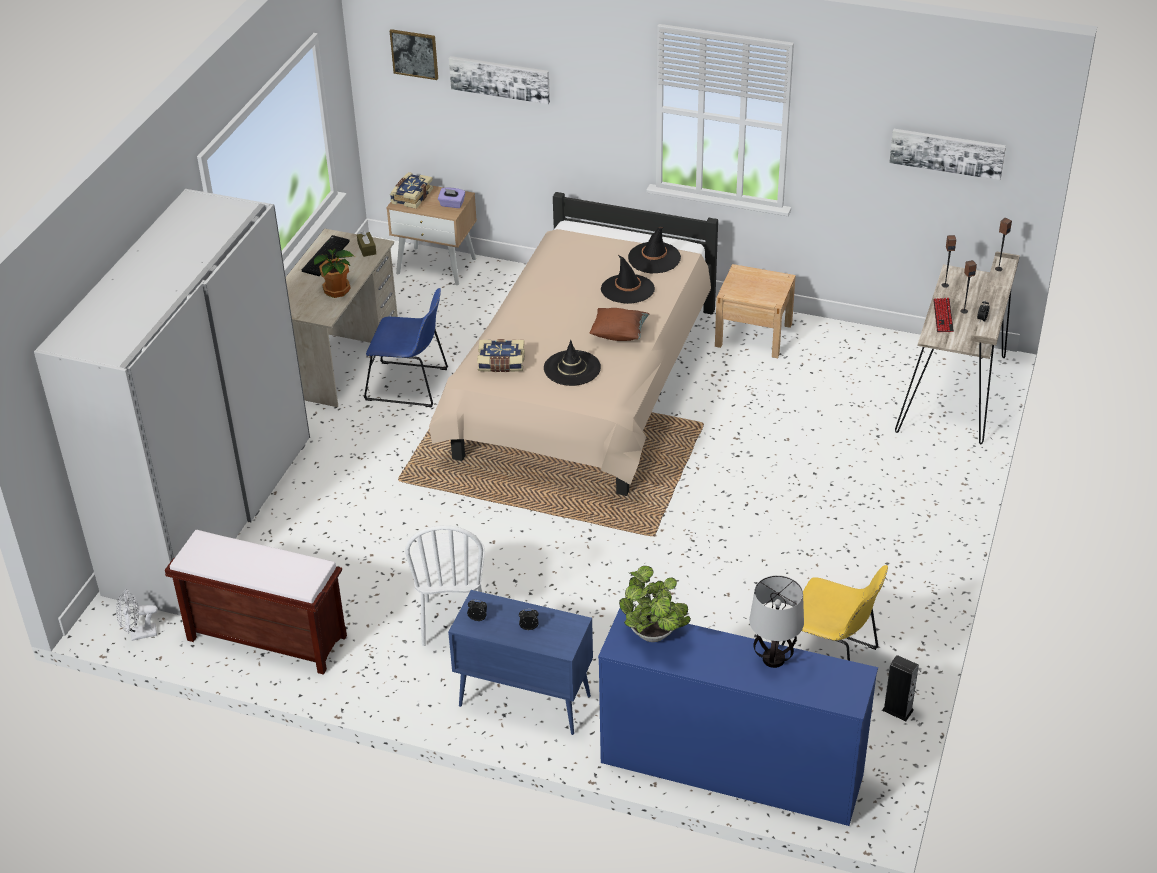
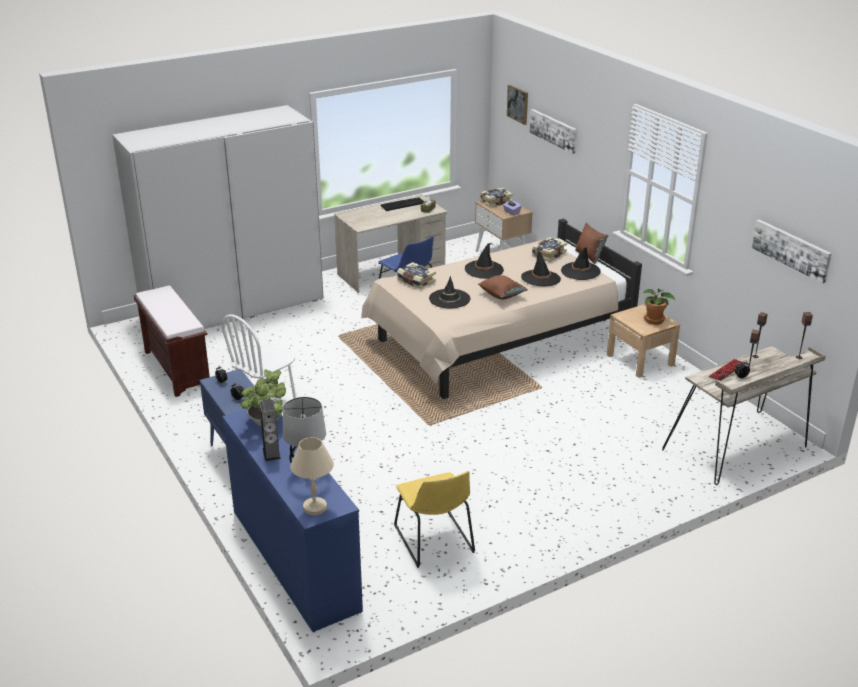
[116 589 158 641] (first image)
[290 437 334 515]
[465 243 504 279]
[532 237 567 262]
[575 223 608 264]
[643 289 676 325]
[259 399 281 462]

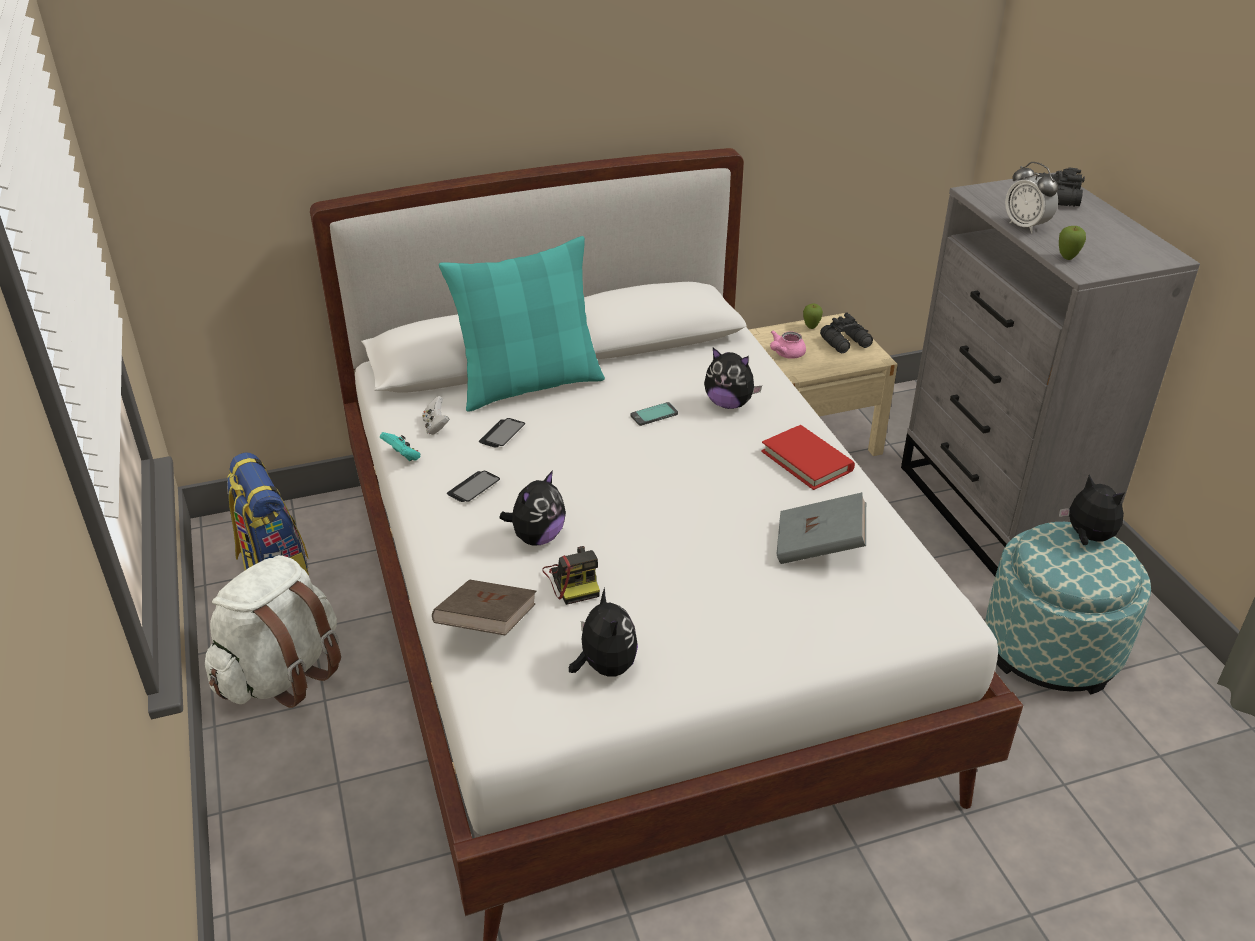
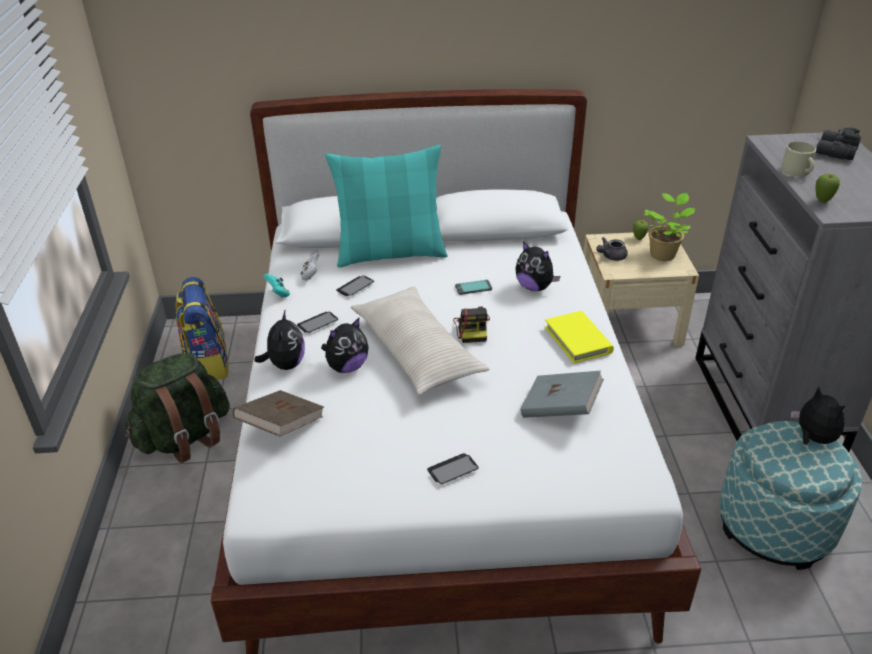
[351 287 489 395]
[427 453 479 484]
[453 307 490 343]
[255 311 305 370]
[643 193 696 261]
[781 142 816 177]
[126 353 230 463]
[545 311 614 363]
[596 237 628 261]

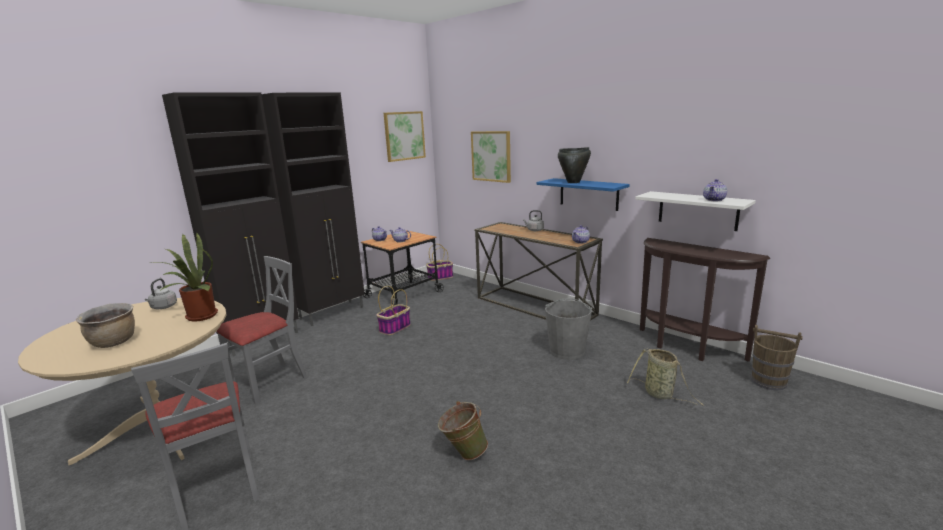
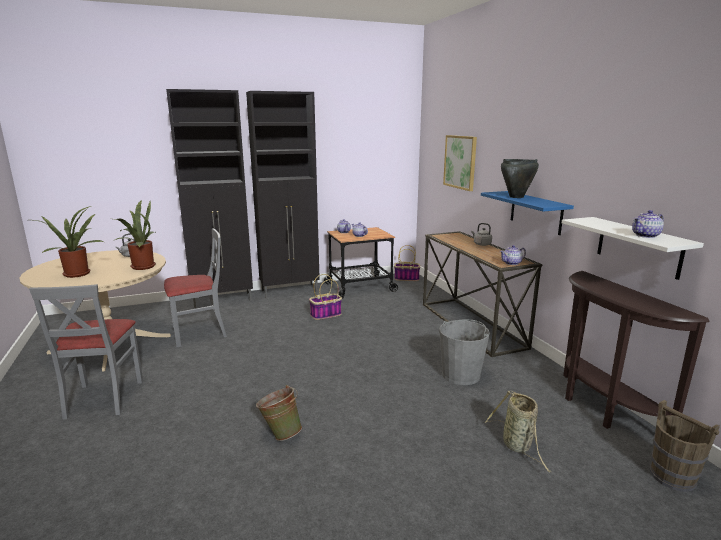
[384 111 426 162] (first image)
[34 206 104 278]

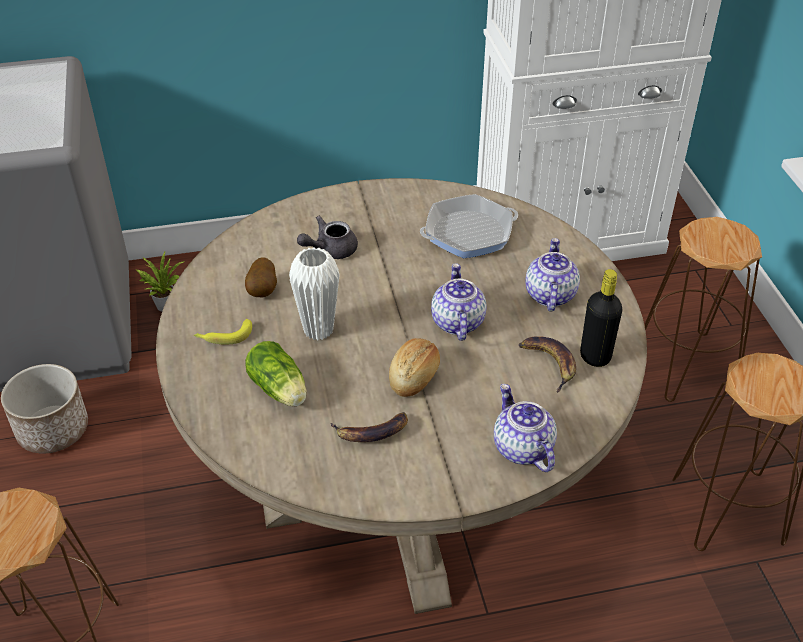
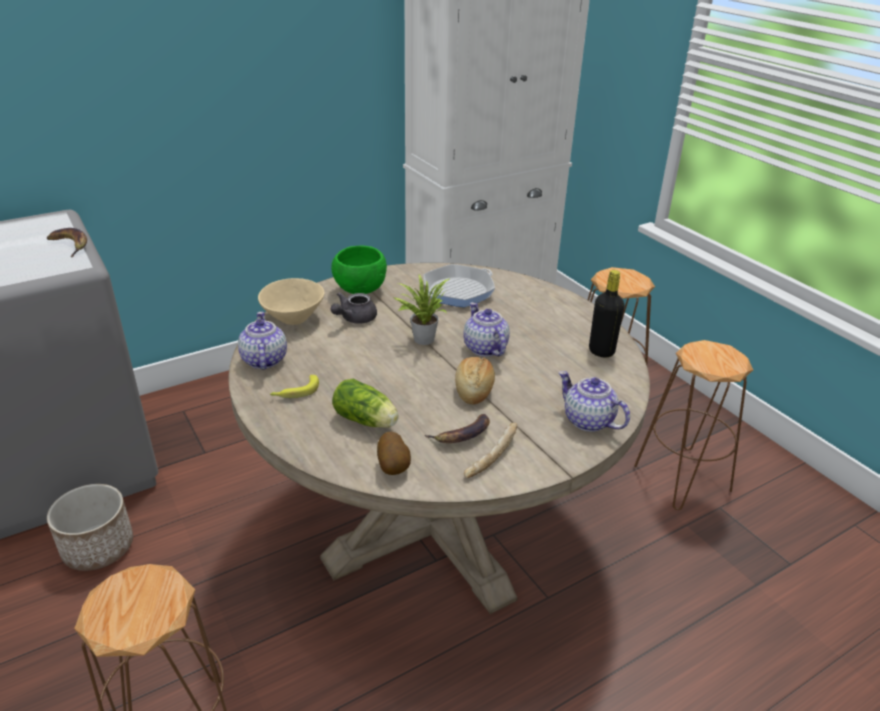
[289 247 340 340] (first image)
[258 278 324 325]
[331 245 387 294]
[464 423 517 478]
[392 275 449 345]
[377 431 411 475]
[47 228 87 257]
[238 312 287 370]

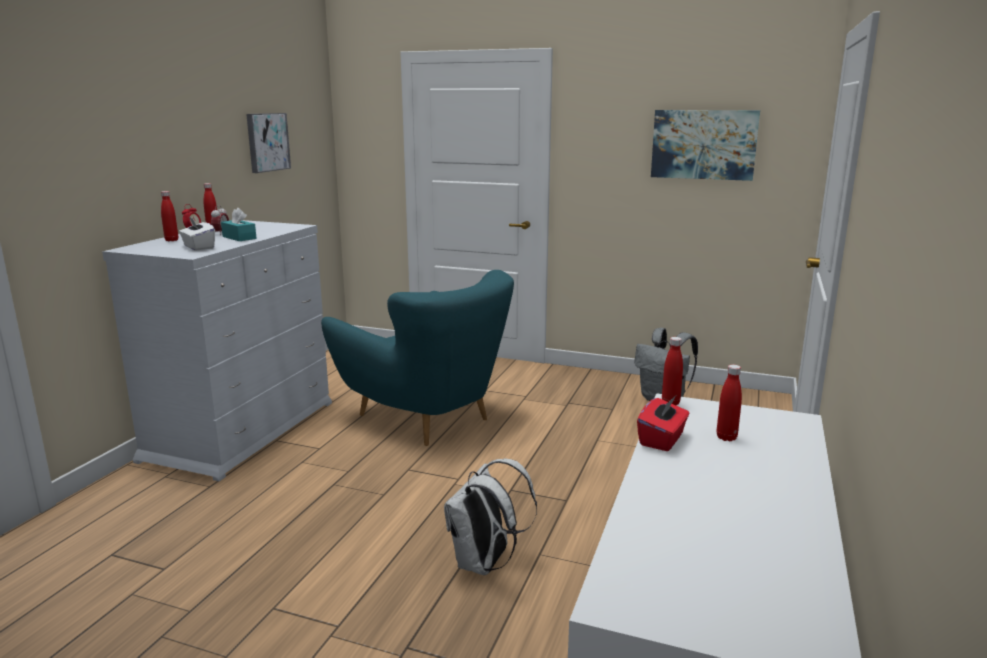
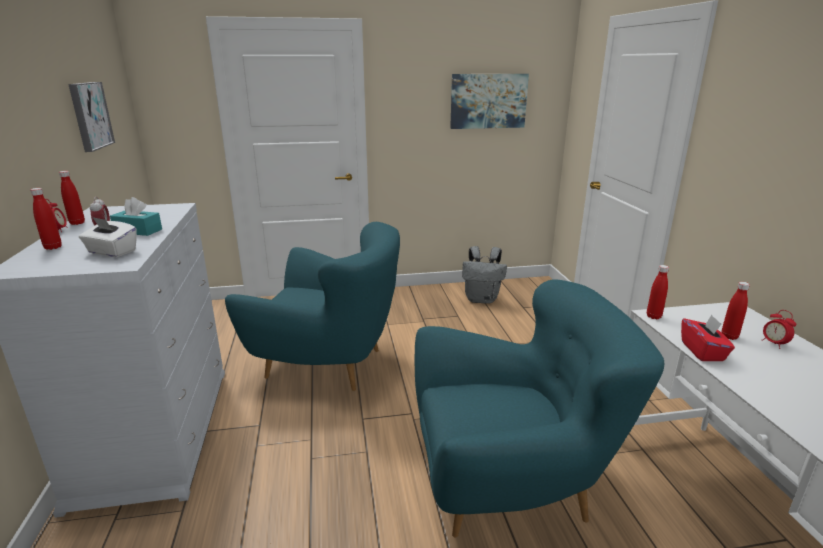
[762 310 796 349]
[415 279 664 538]

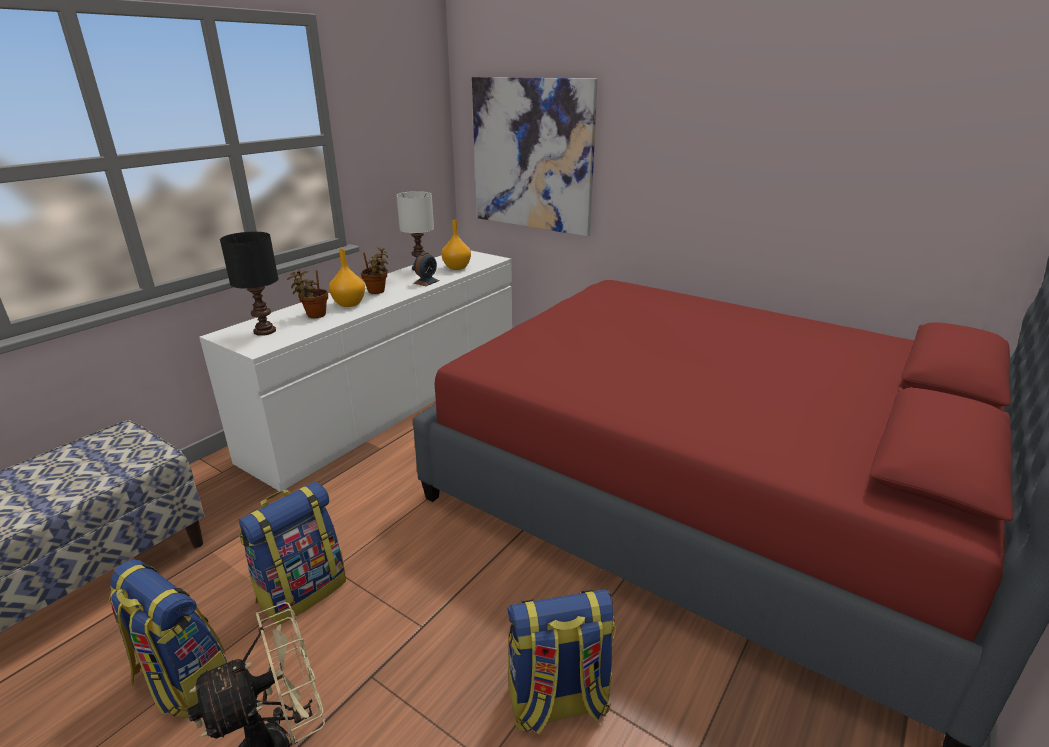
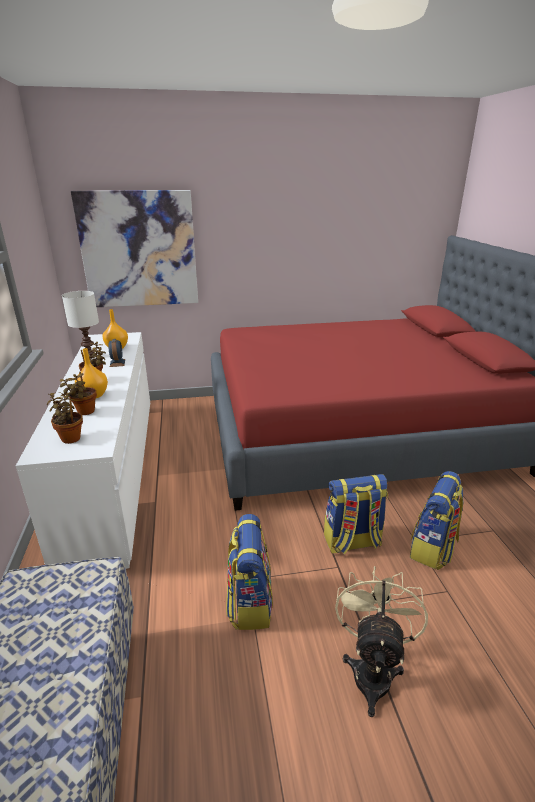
[324 474 388 554]
[47 392 83 444]

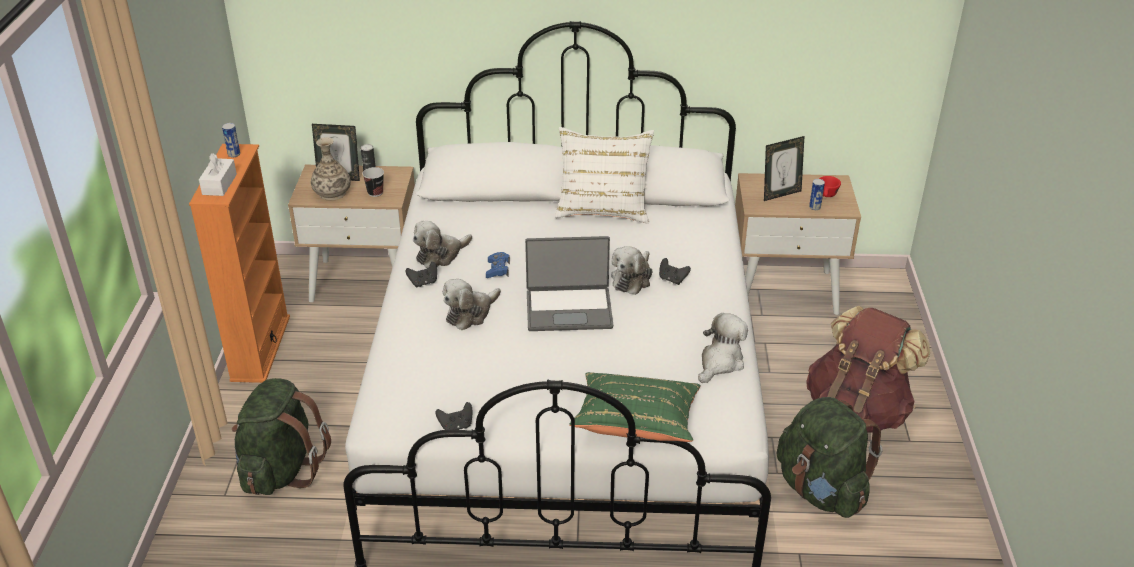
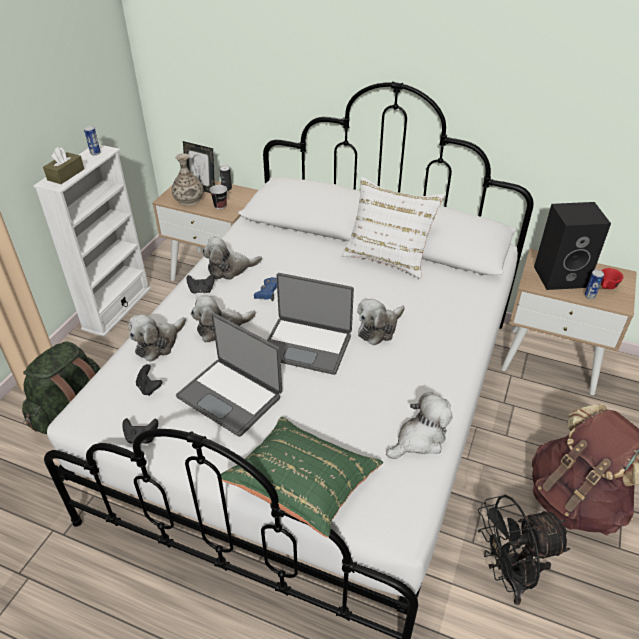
[128 315 186 362]
[176 313 282 437]
[136 364 162 396]
[534 202 611 290]
[478 495 571 605]
[34 144 151 337]
[43 147 84 184]

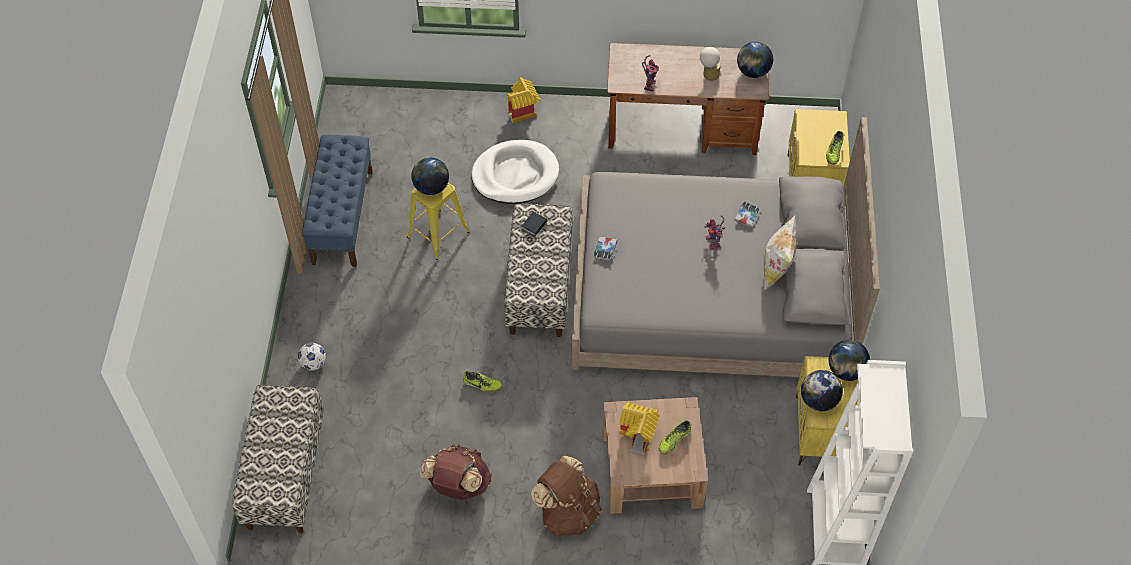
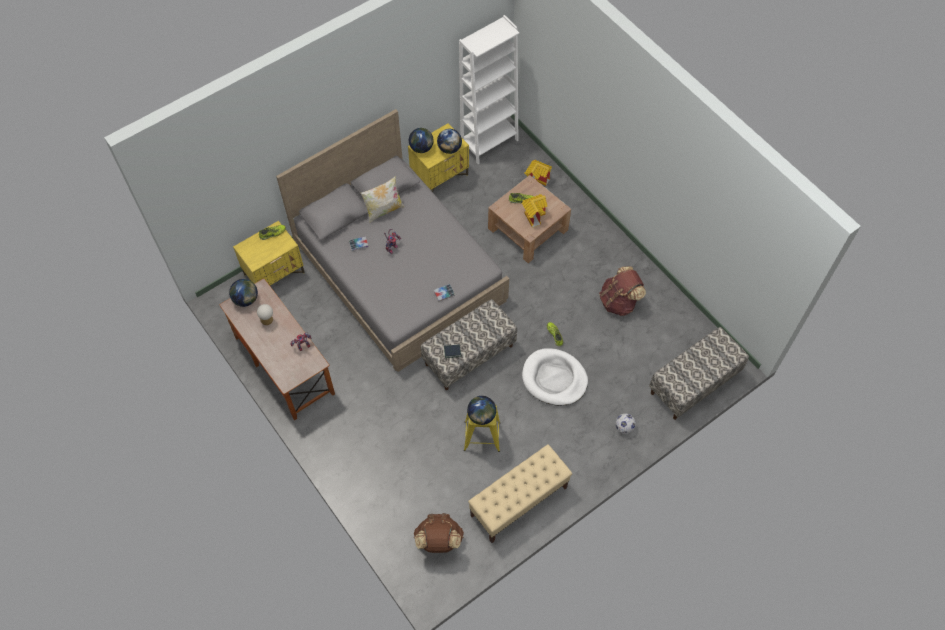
[522 348 588 406]
[524 160 552 186]
[414 513 464 553]
[468 444 573 543]

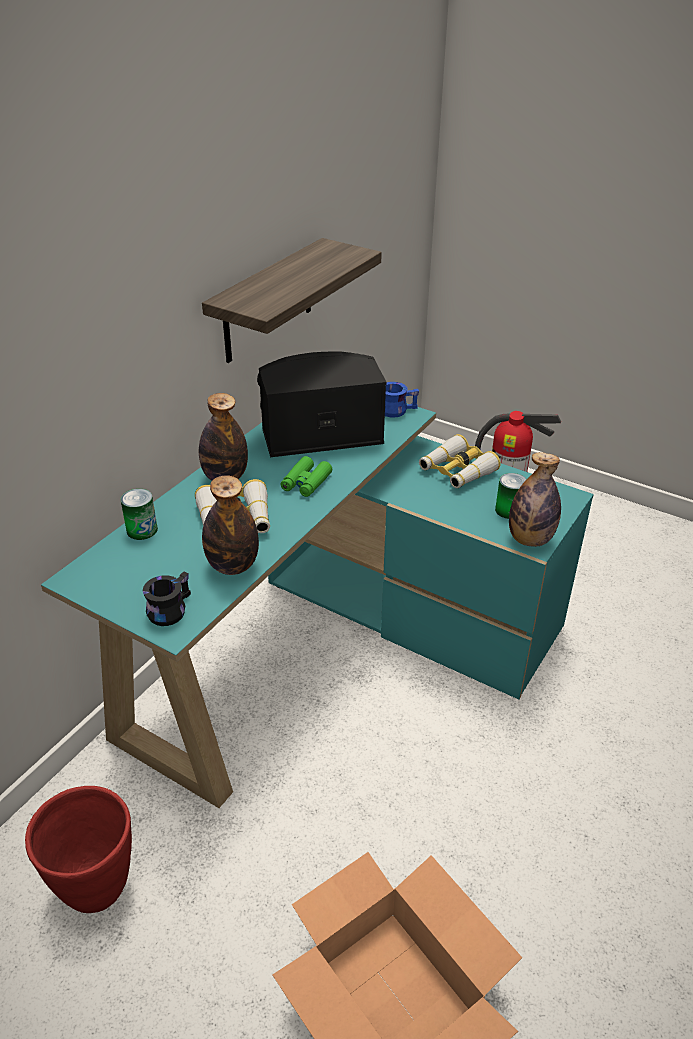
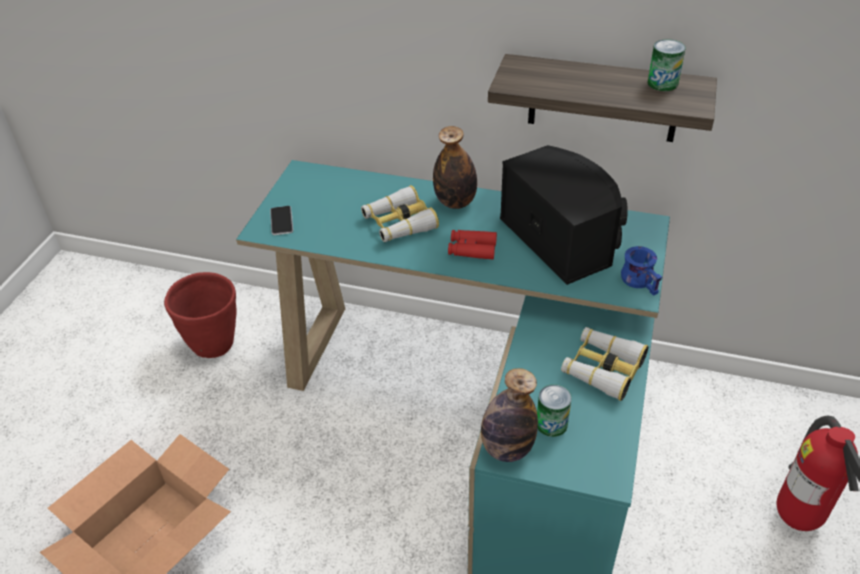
[202 475 259 575] (first image)
[648 39 685 91]
[270 206 293 235]
[448 230 497 260]

